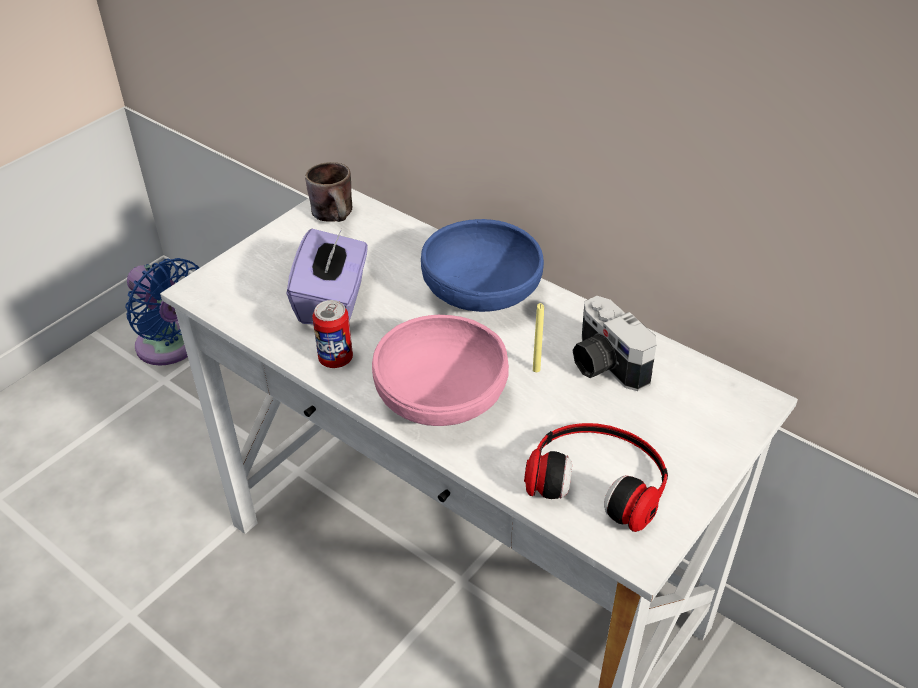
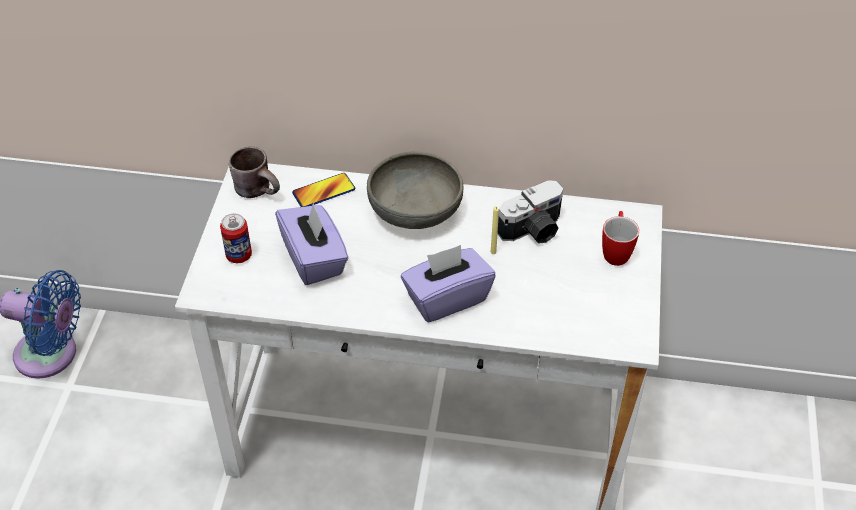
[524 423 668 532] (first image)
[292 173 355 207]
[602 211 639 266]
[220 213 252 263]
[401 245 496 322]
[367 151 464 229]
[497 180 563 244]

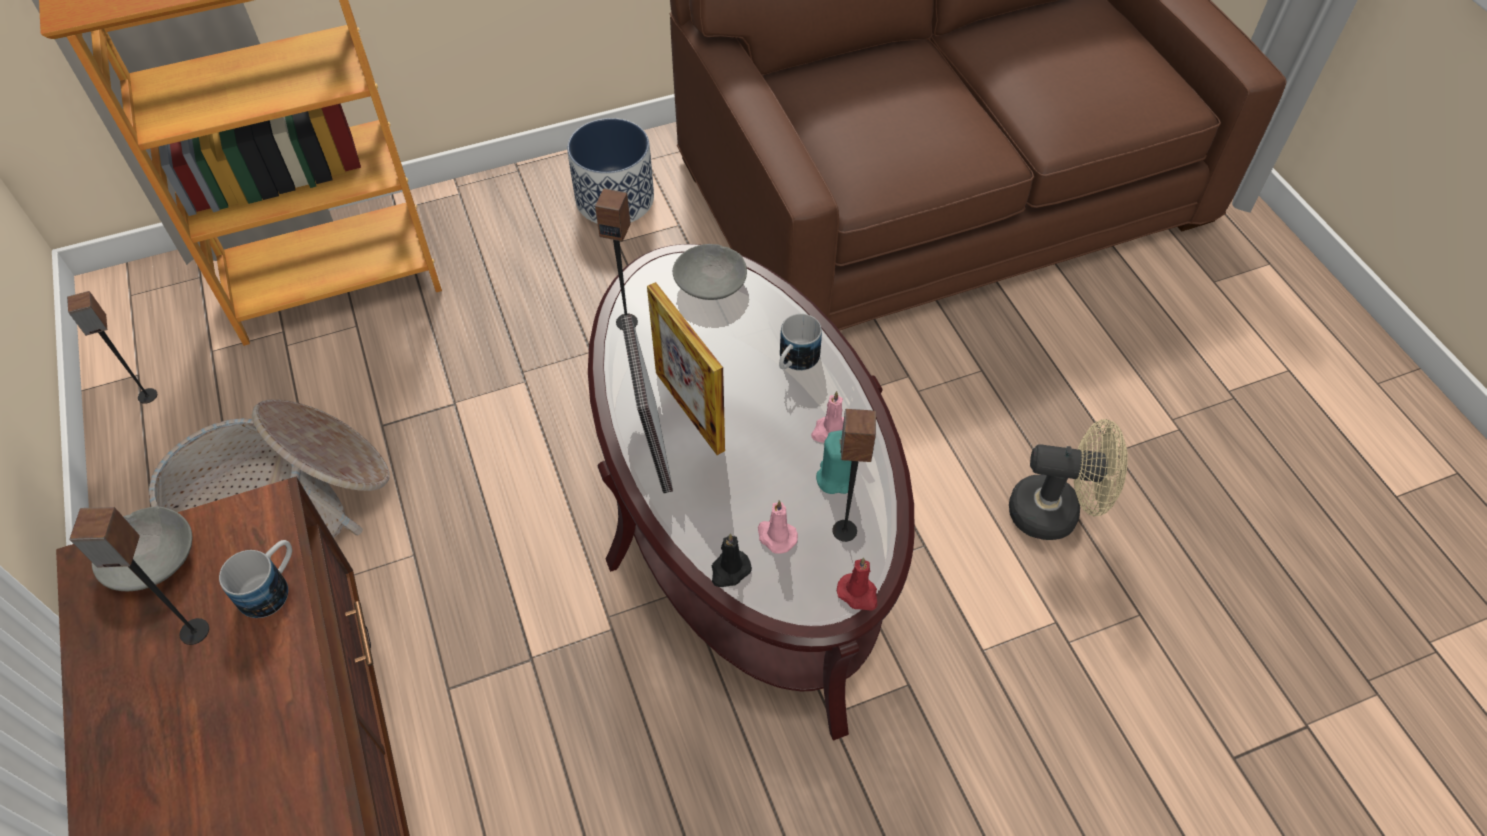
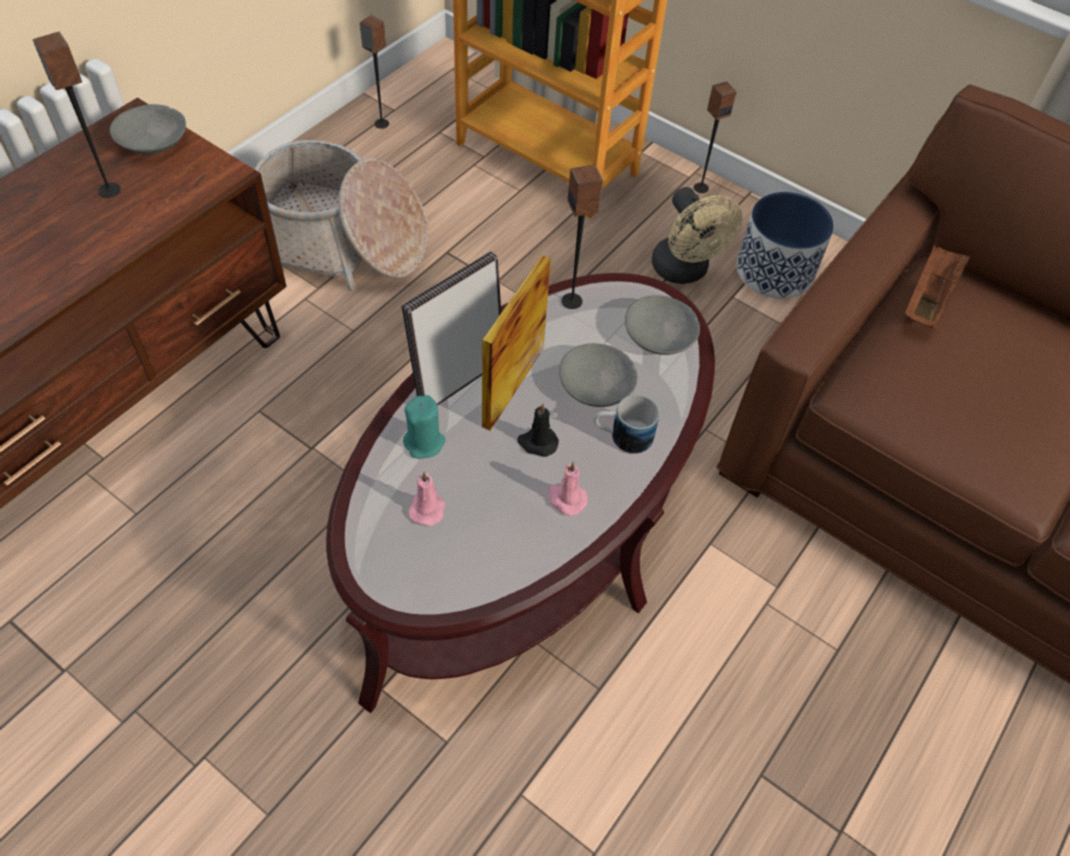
[219 540 292 618] (first image)
[837 557 877 611] (first image)
[559 343 637 407]
[905 245 970 329]
[517 403 559 457]
[403 395 446 458]
[694 81 736 193]
[652 187 742 284]

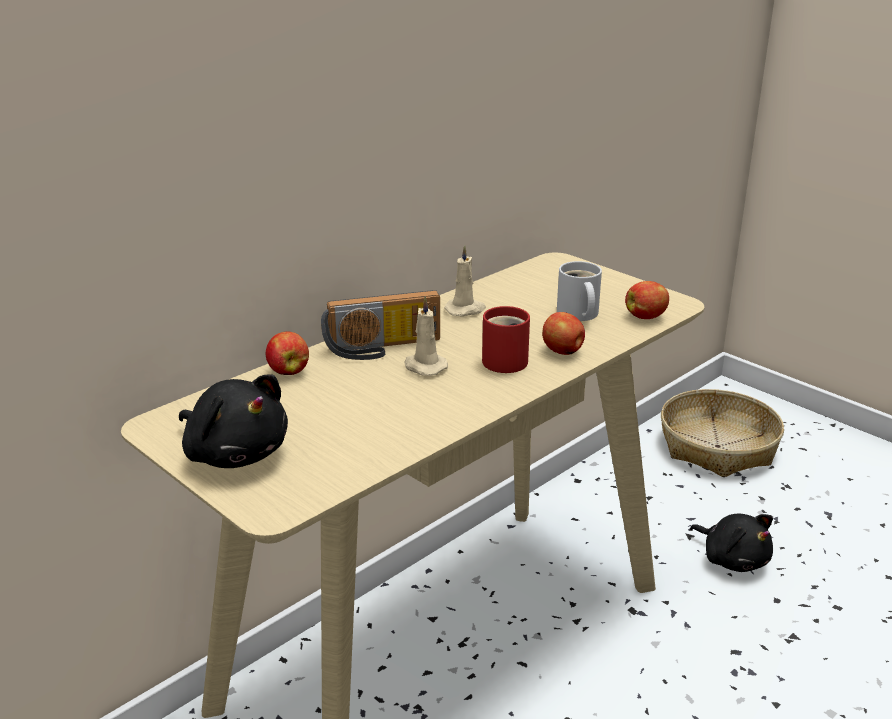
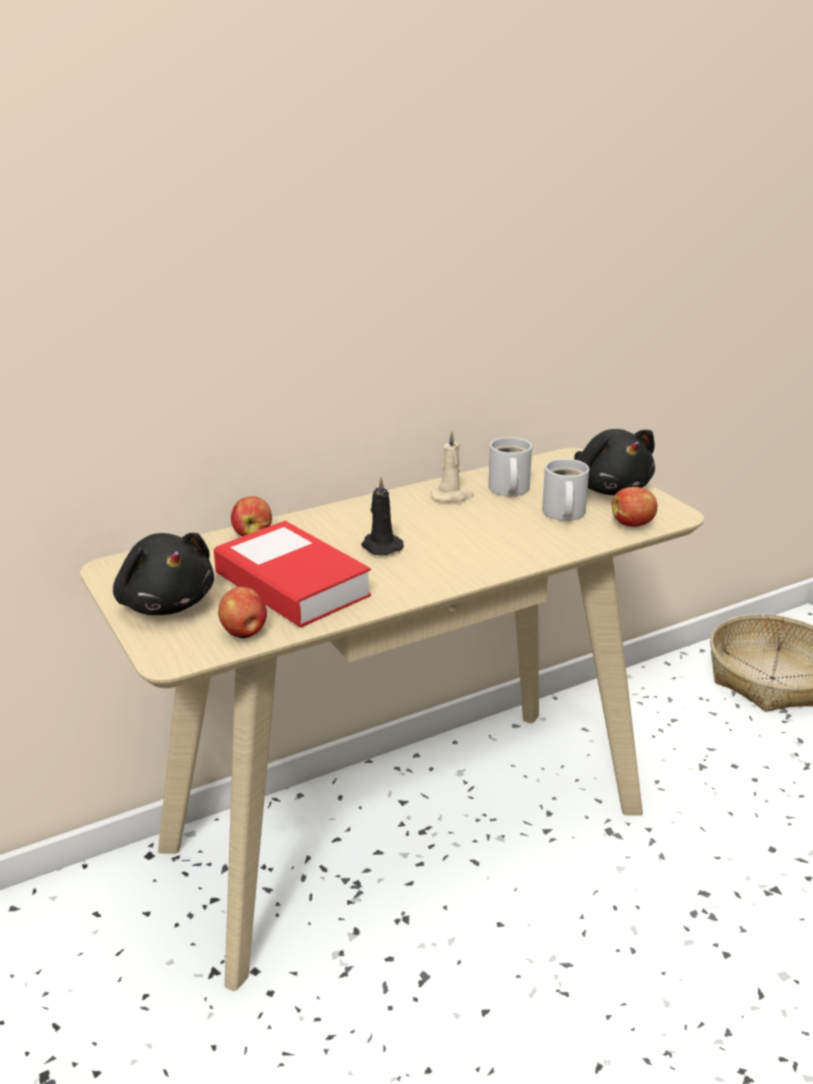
[321 290 440 360] (first image)
[482 306 530 373] (first image)
[214 521 371 627]
[488 437 532 496]
[218 587 267 638]
[574 429 655 495]
[361 477 404 556]

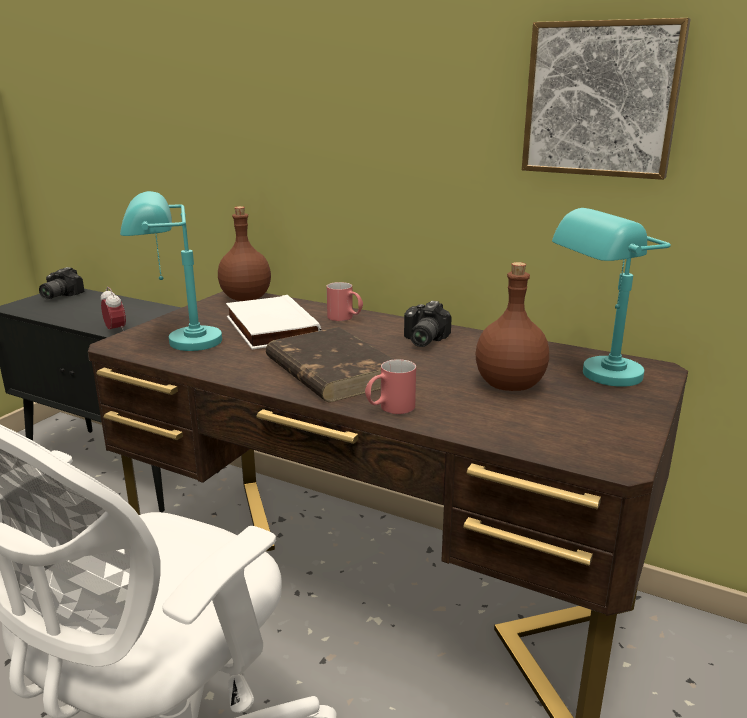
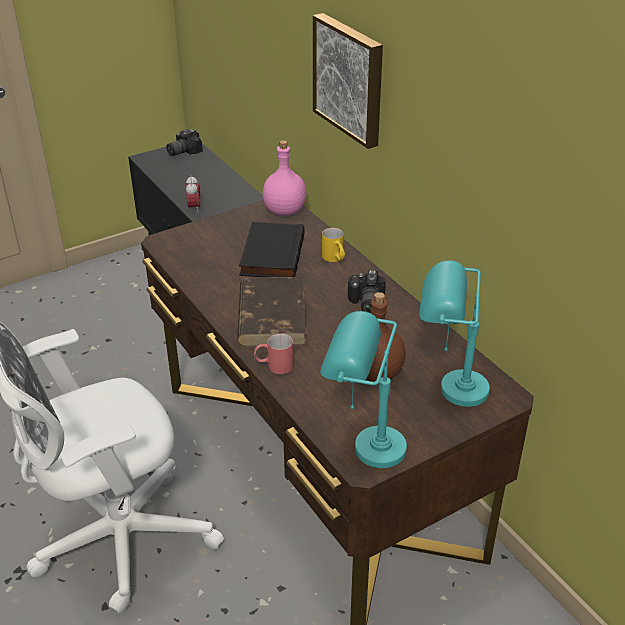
[320 311 407 468]
[313 13 383 149]
[263 140 307 216]
[239 222 305 277]
[322 228 345 262]
[348 270 386 314]

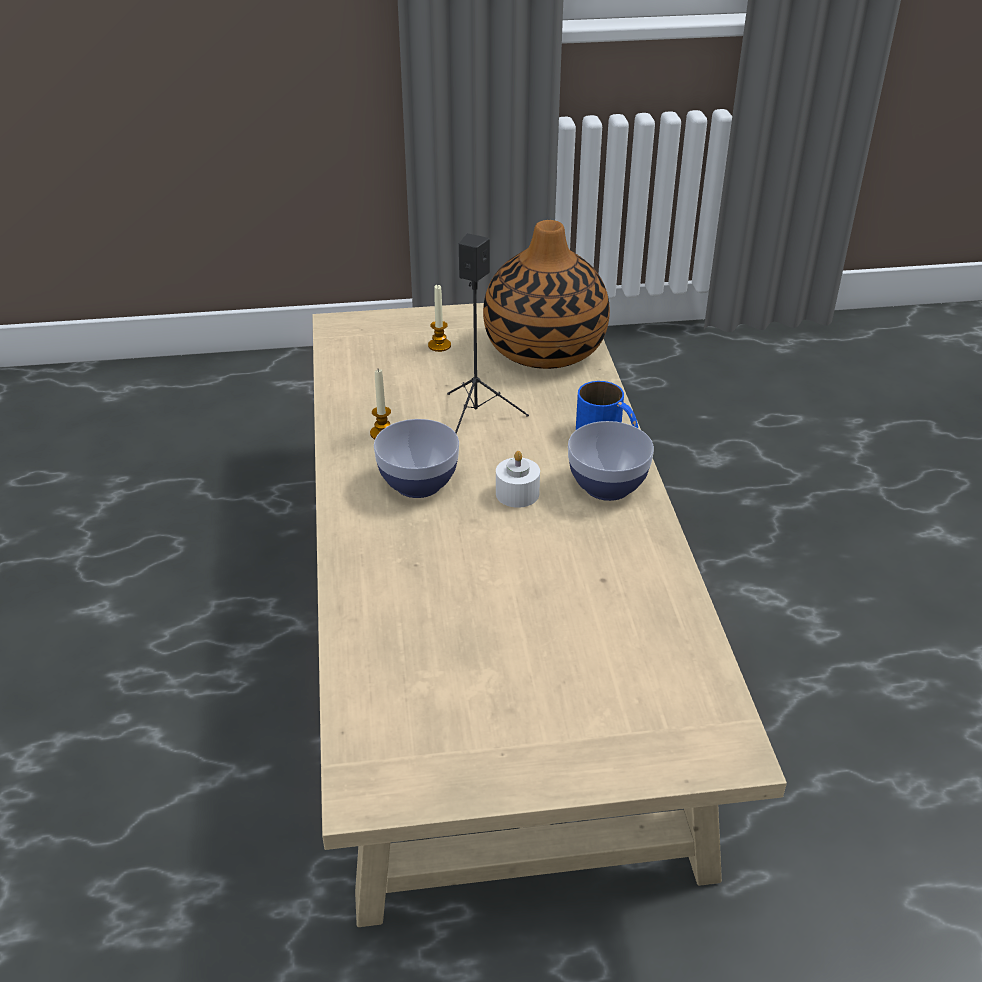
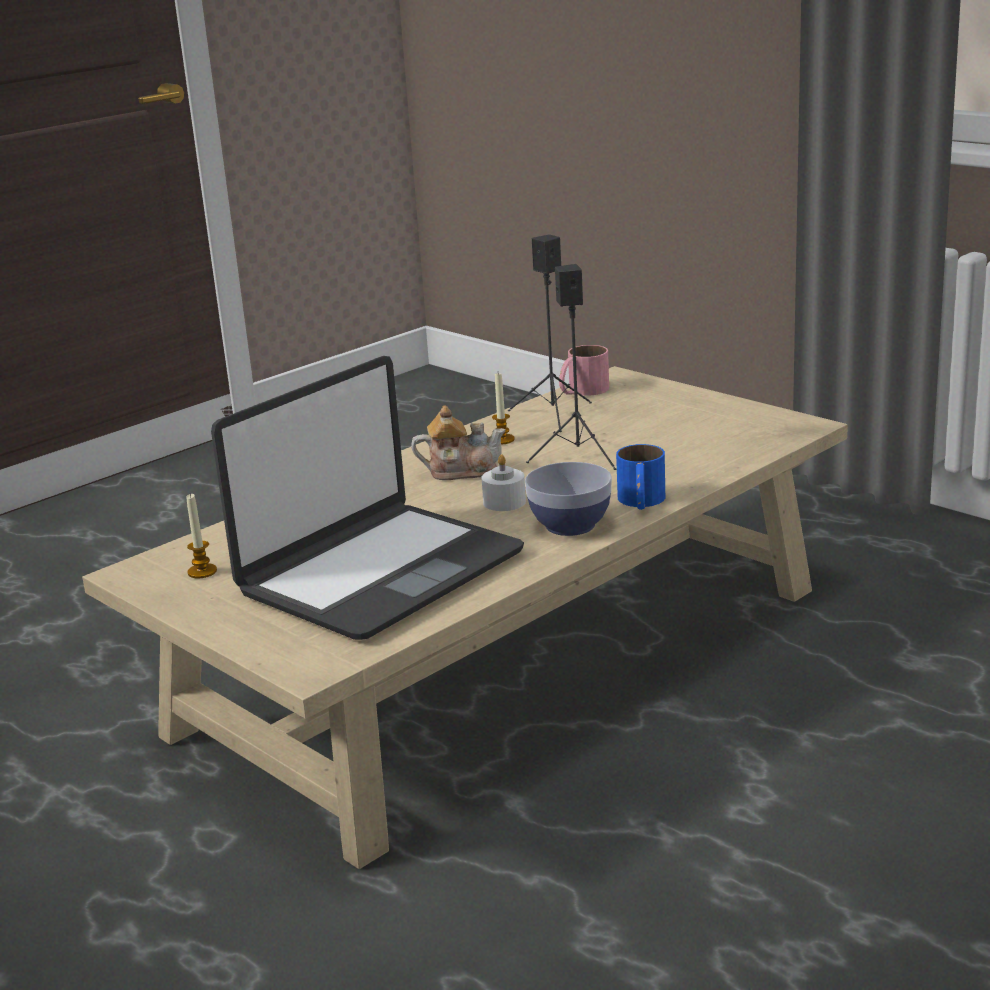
[483 220 610 369] (first image)
[211 356 524 640]
[508 234 592 432]
[559 345 609 396]
[186 494 217 578]
[411 405 506 480]

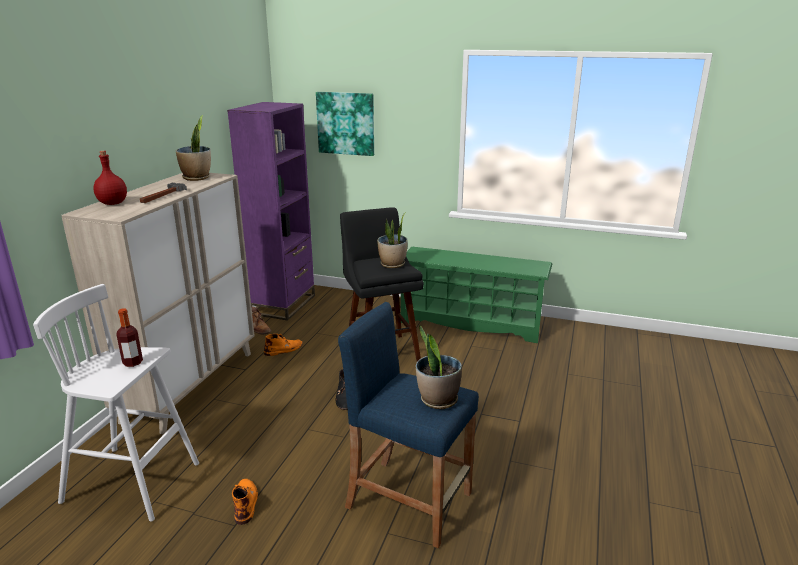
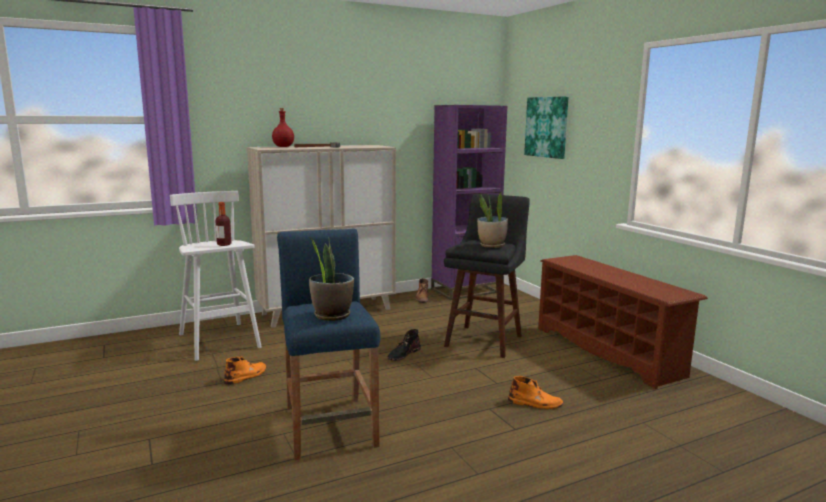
[176 115 211 181] (first image)
[508 376 563 409]
[538 255 708 389]

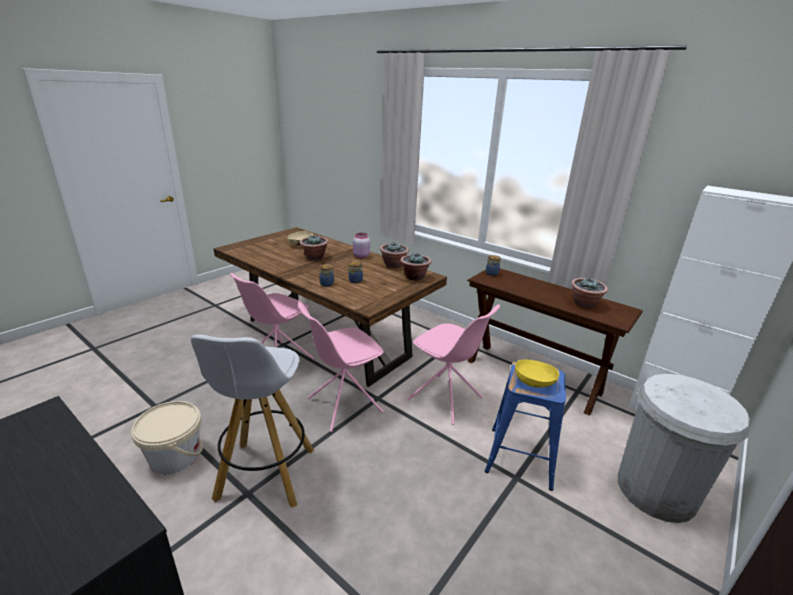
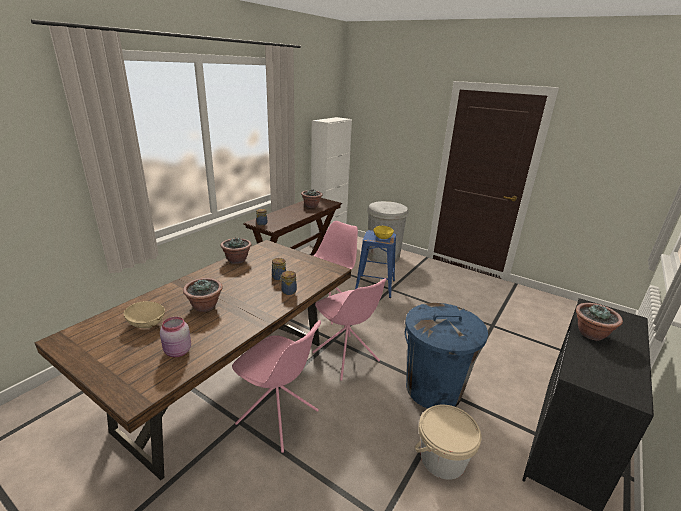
[160 317 191 357]
[576 303 623 341]
[405 303 488 408]

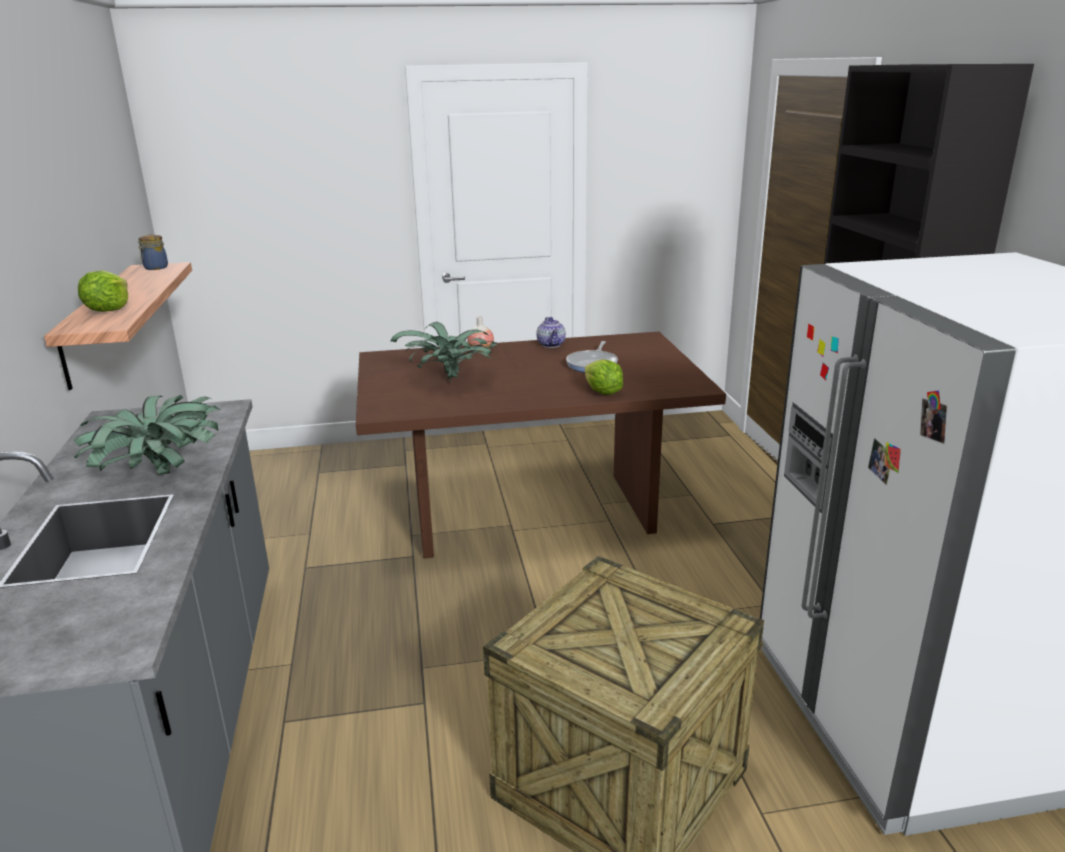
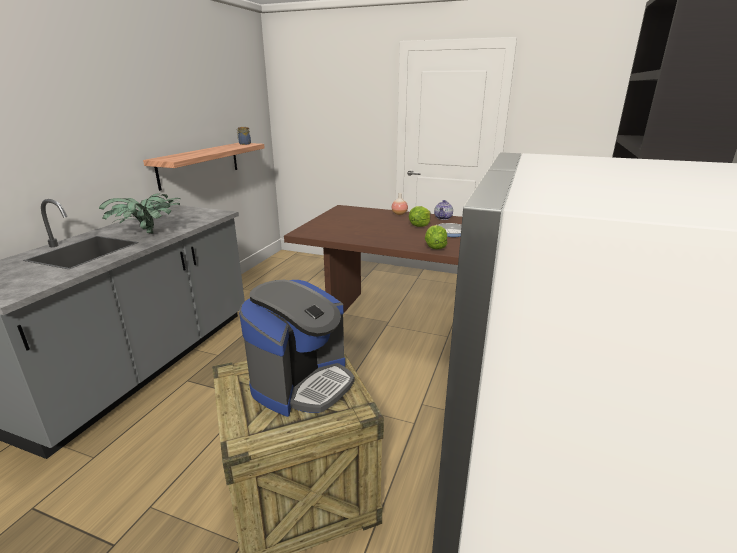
[391 322 497 382] (first image)
[239 280 354 417]
[408 206 430 227]

